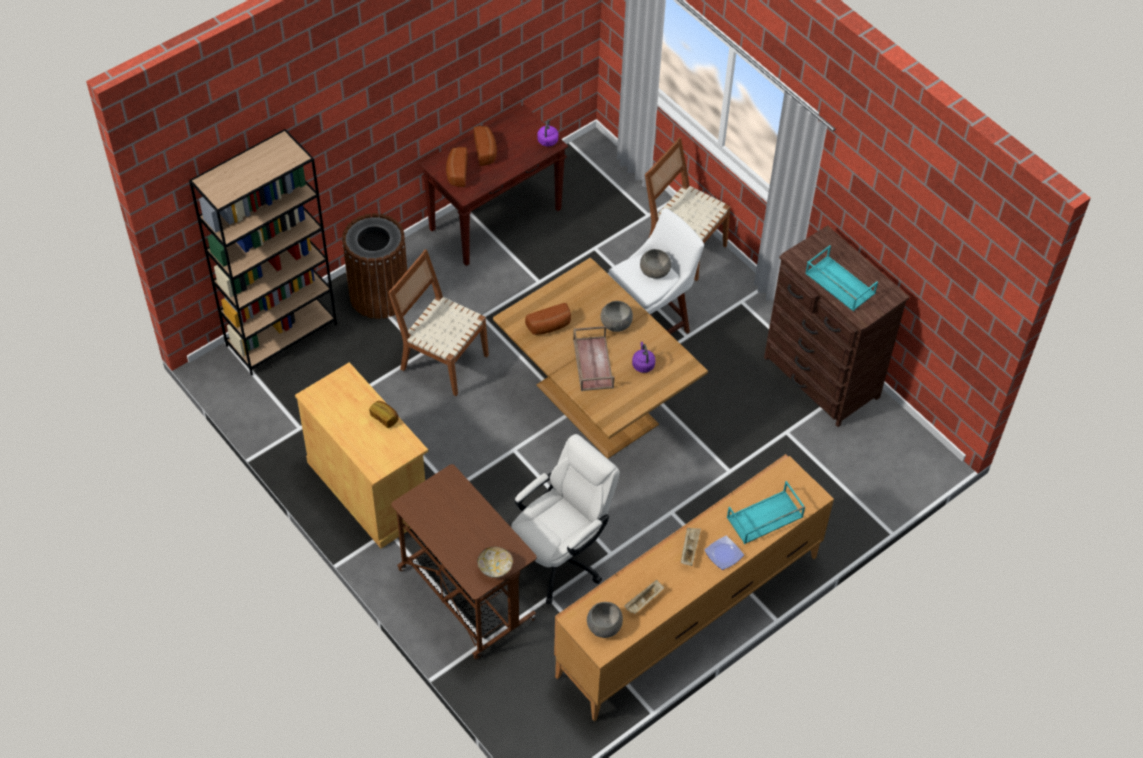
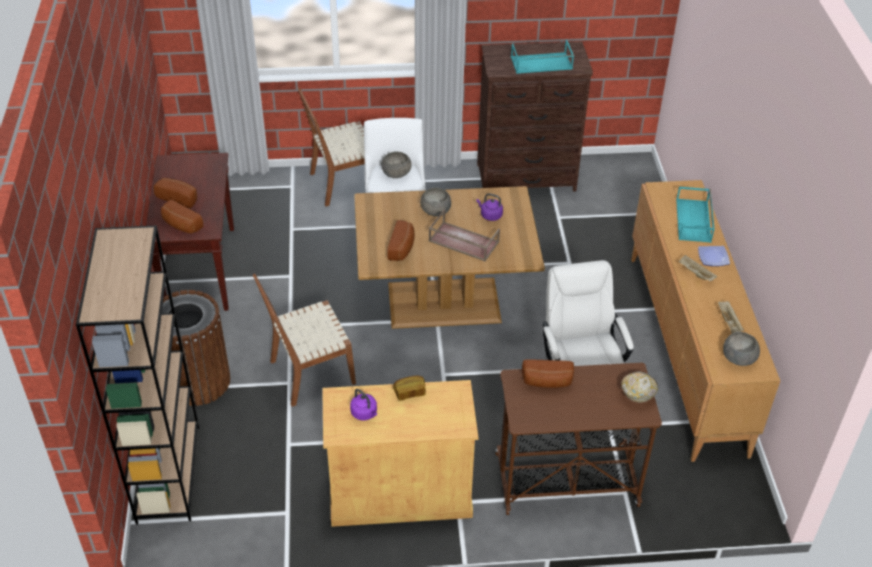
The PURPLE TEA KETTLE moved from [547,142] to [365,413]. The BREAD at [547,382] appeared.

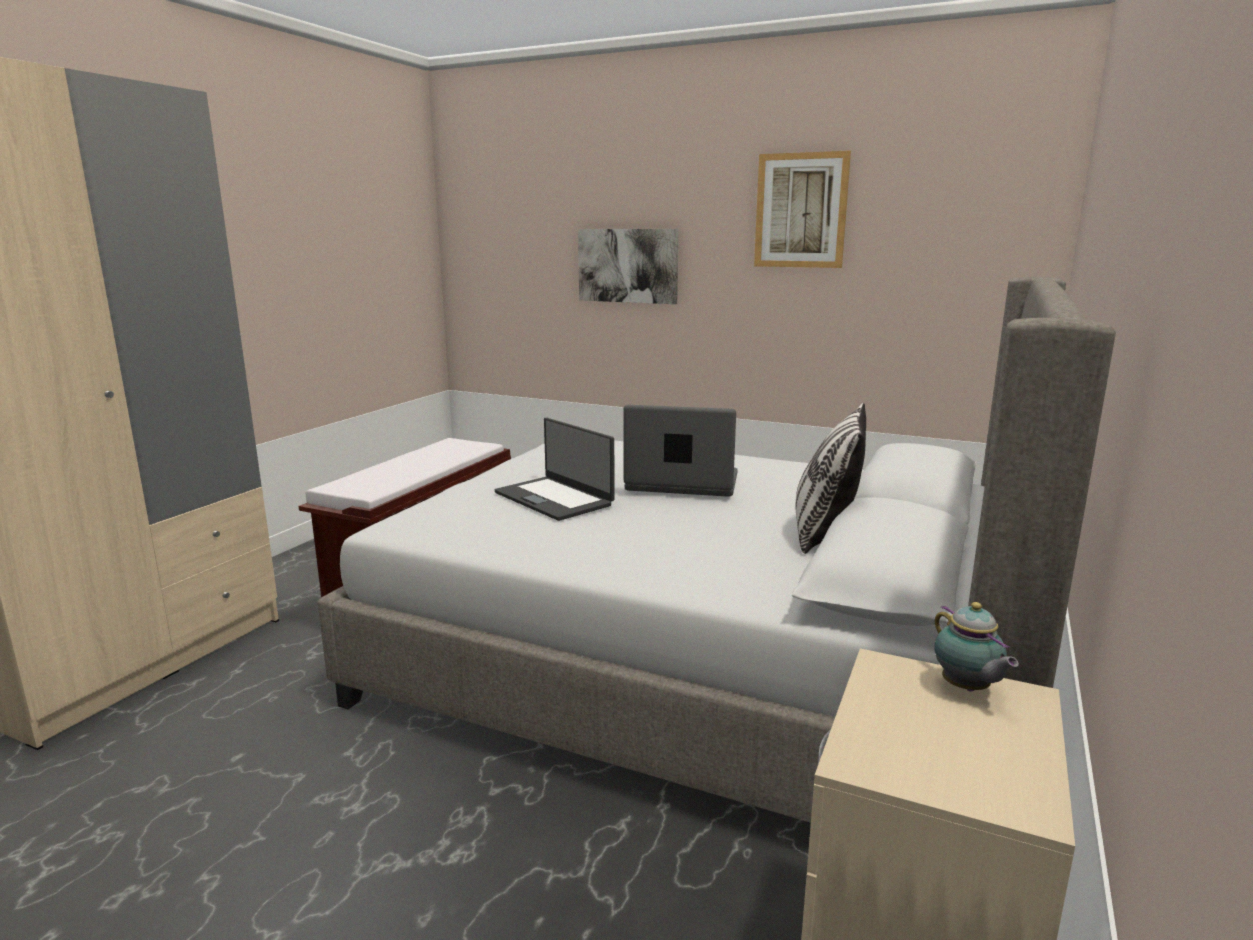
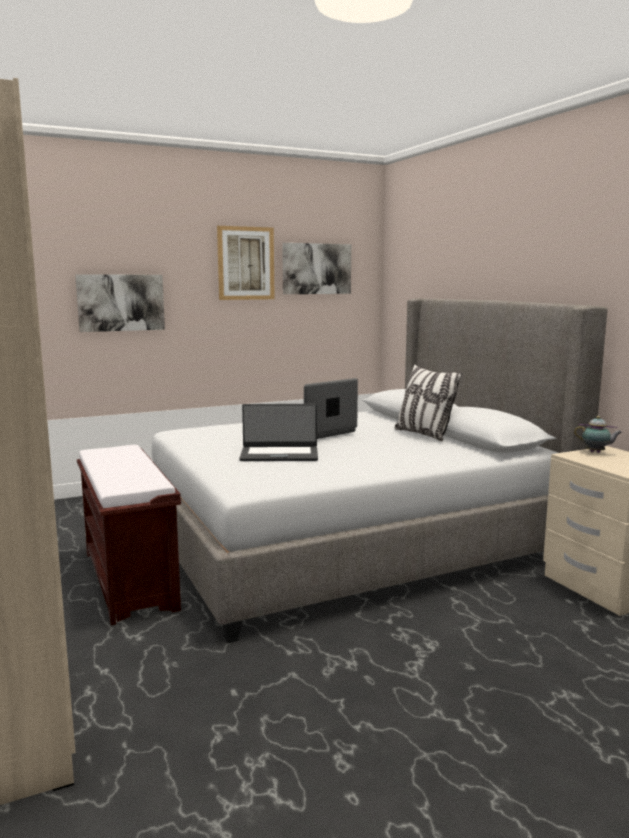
The PICTURE at [316,269] appeared.

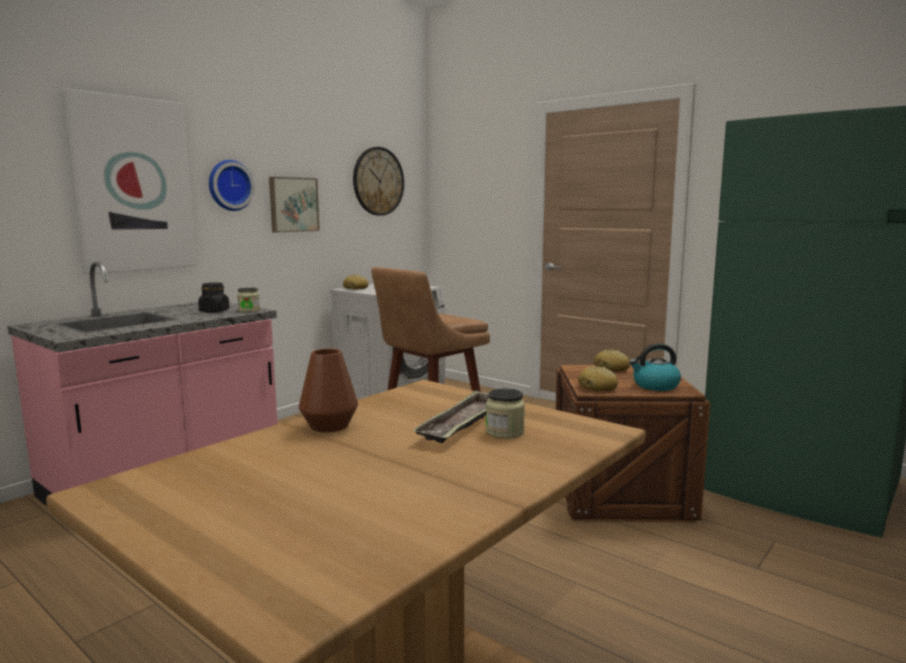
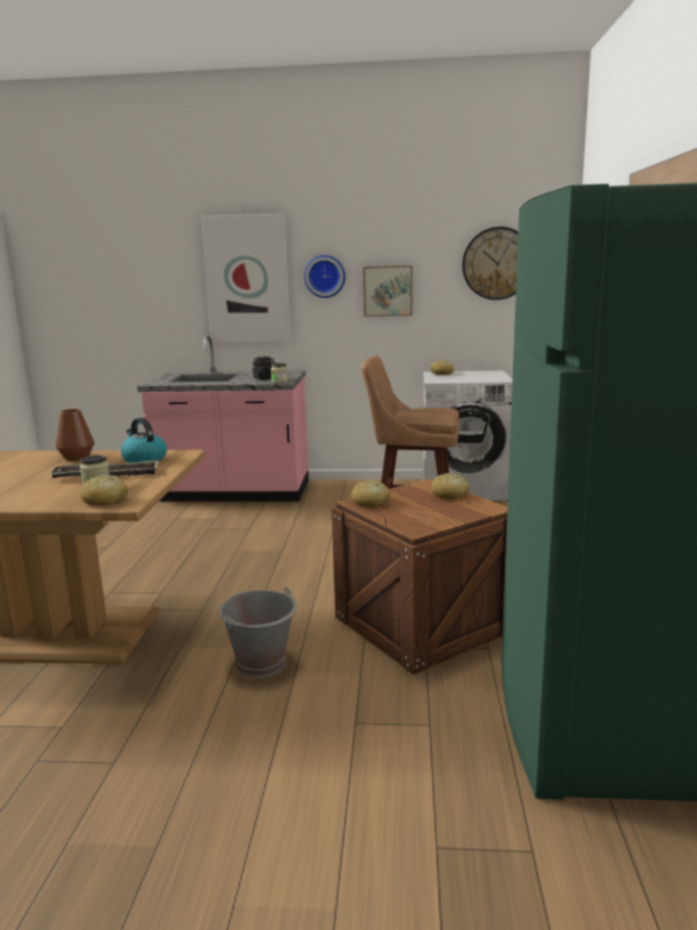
The BREAD at [105,500] appeared. The TEA KETTLE moved from [655,386] to [144,459]. The GRAY WATER BUCKET at [261,663] appeared.

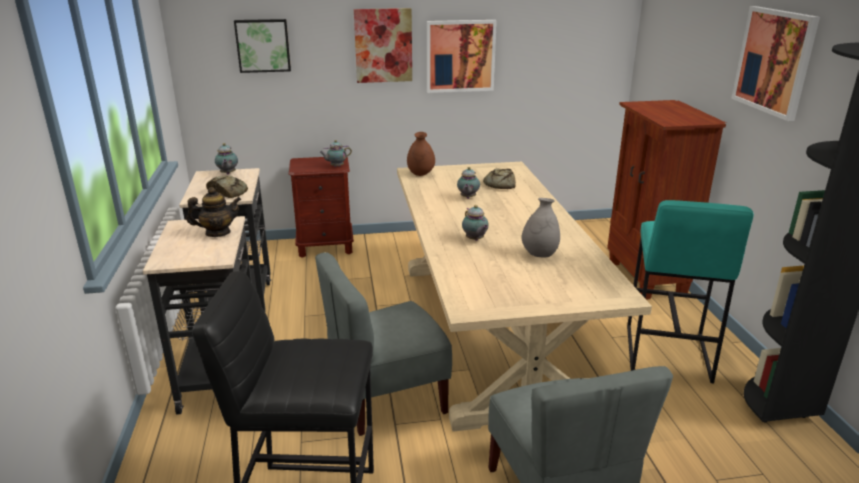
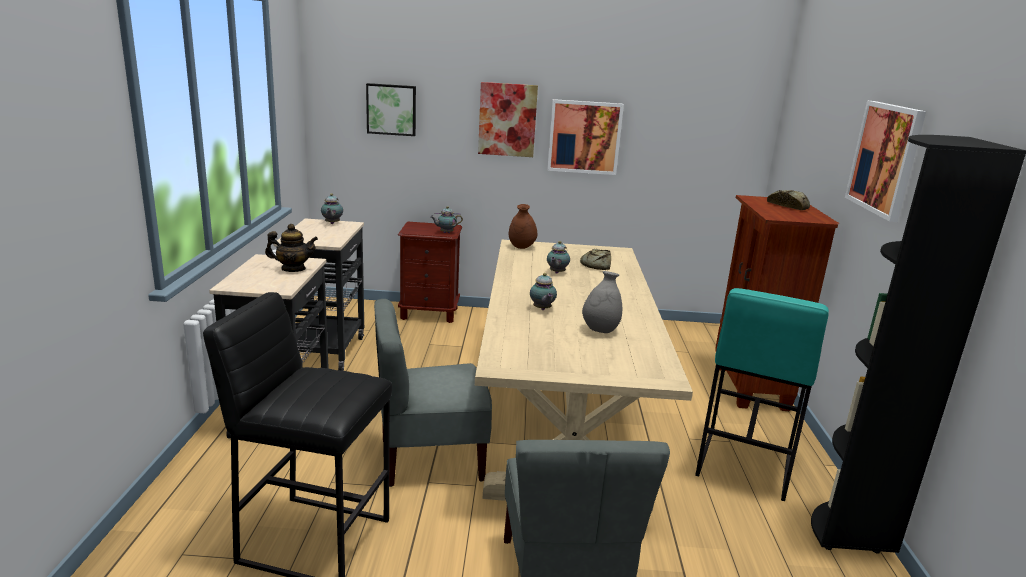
The BREAD moved from [228,192] to [788,206].

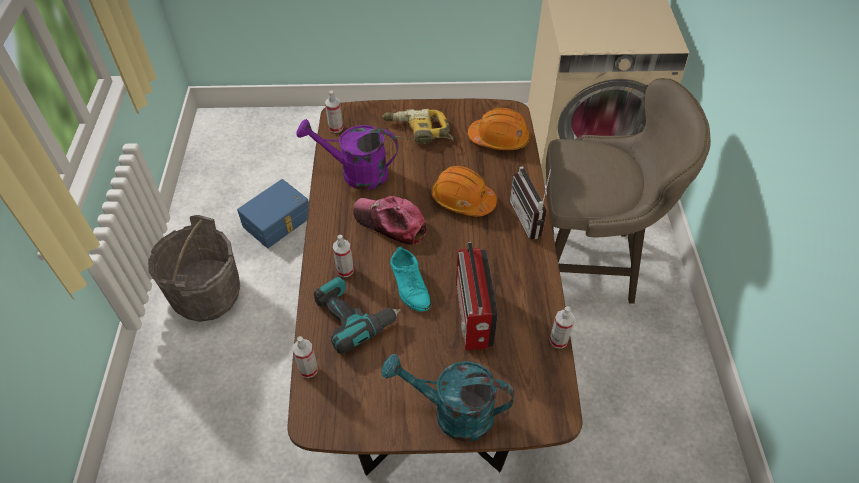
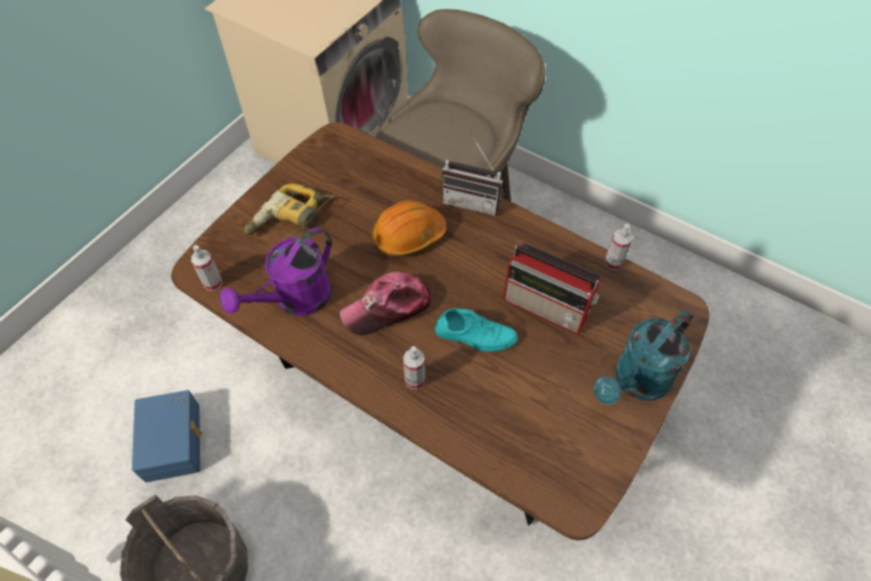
The SPRAY BOTTLE at [308,369] disappeared. The ELECTRIC DRILL at [354,317] disappeared. The ORANGE-COLOURED SAFETY HELMET at [499,139] disappeared.

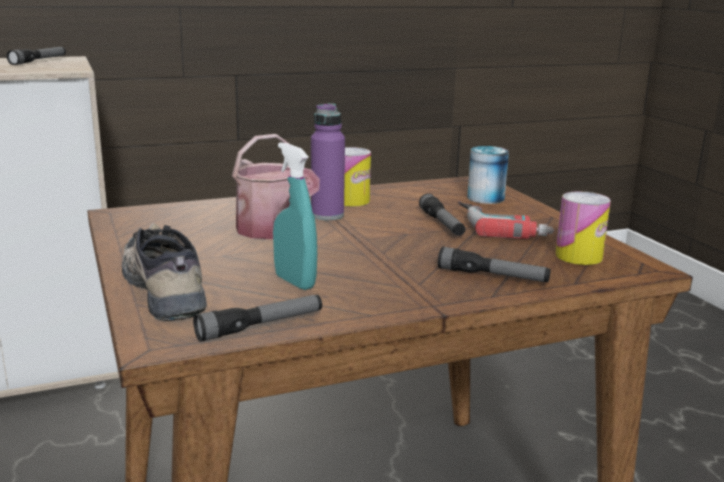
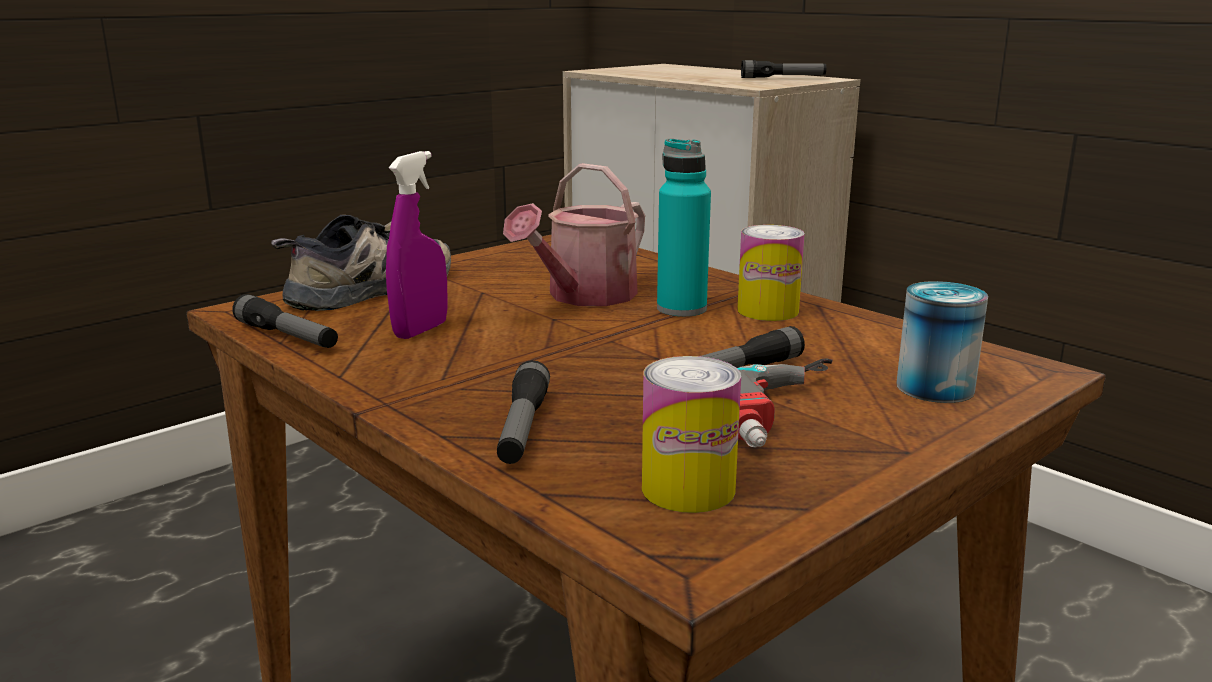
The TURQUOISE SPRAY BOTTLE at [295,282] became the PURPLE SPRAY BOTTLE at [420,330]. The PURPLE BOTTLE at [327,215] became the TURQUOISE BOTTLE at [681,309].

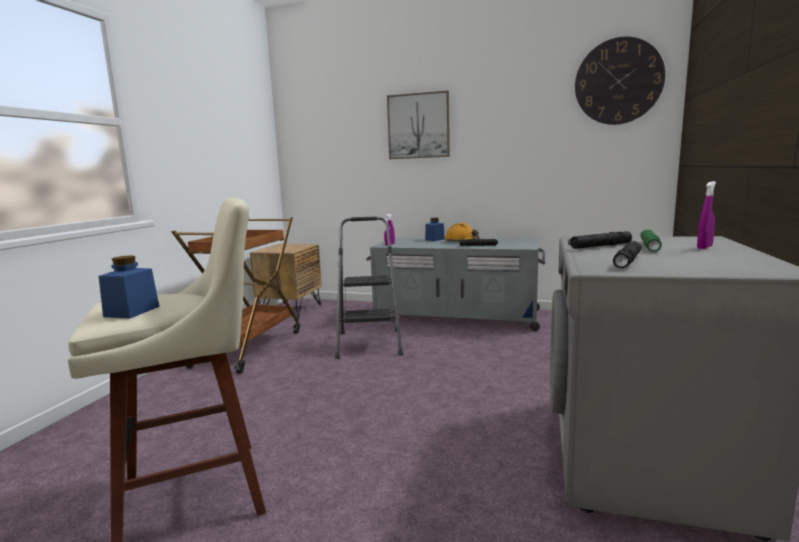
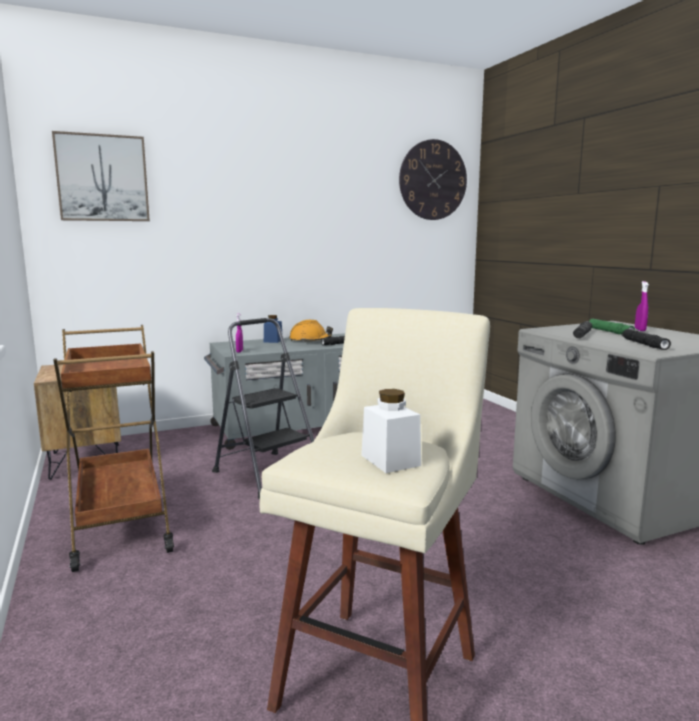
The PICTURE moved from [418,126] to [102,178]. The BLUE JAR at [132,311] became the WHITE-COLOURED JAR at [390,460].

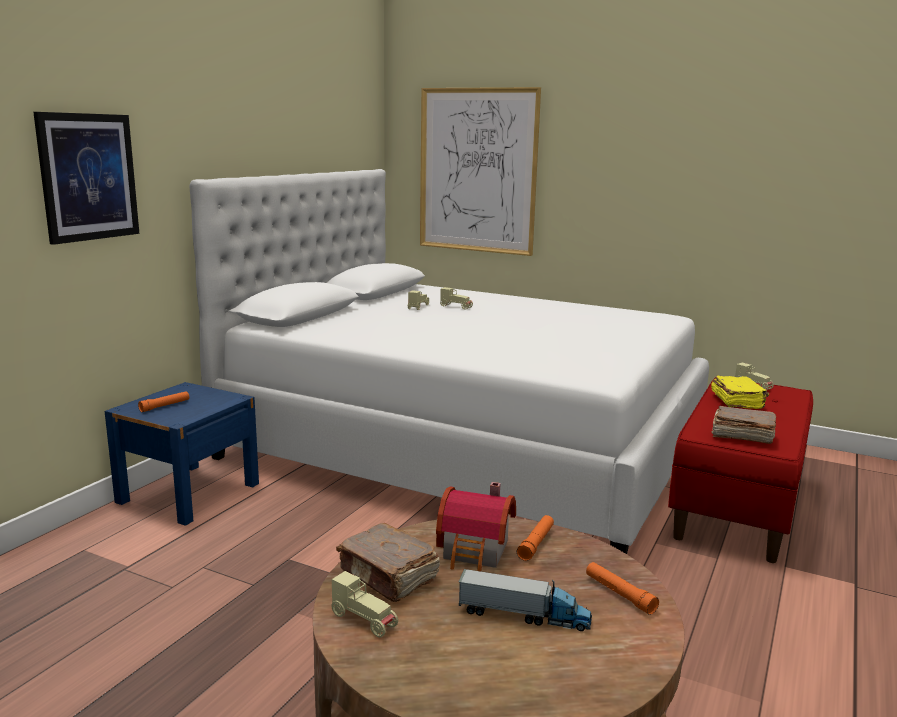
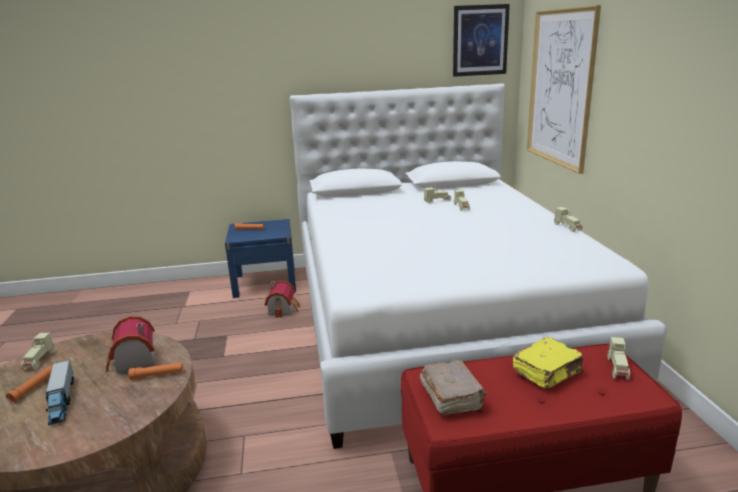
The ORANGE-COLOURED HAND TORCH moved from [619,594] to [34,387]. The MODEL HOUSE at [283,309] appeared. The PICTURE moved from [88,177] to [480,40]. The BEIGE MINIATURE CAR at [567,227] appeared. The BROWN BOUND BOOK at [389,576] disappeared.

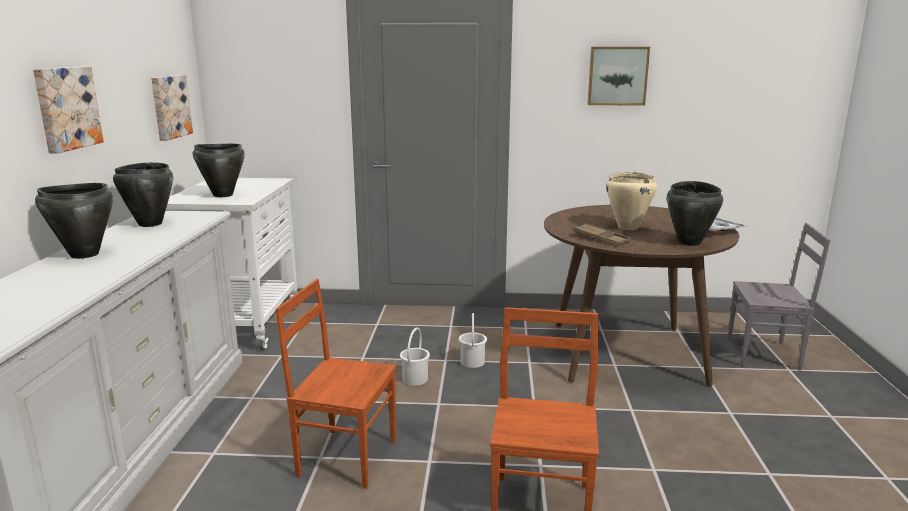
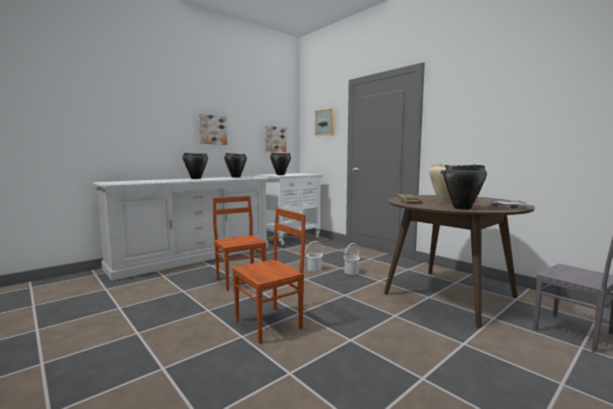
The PICTURE moved from [617,76] to [325,122].

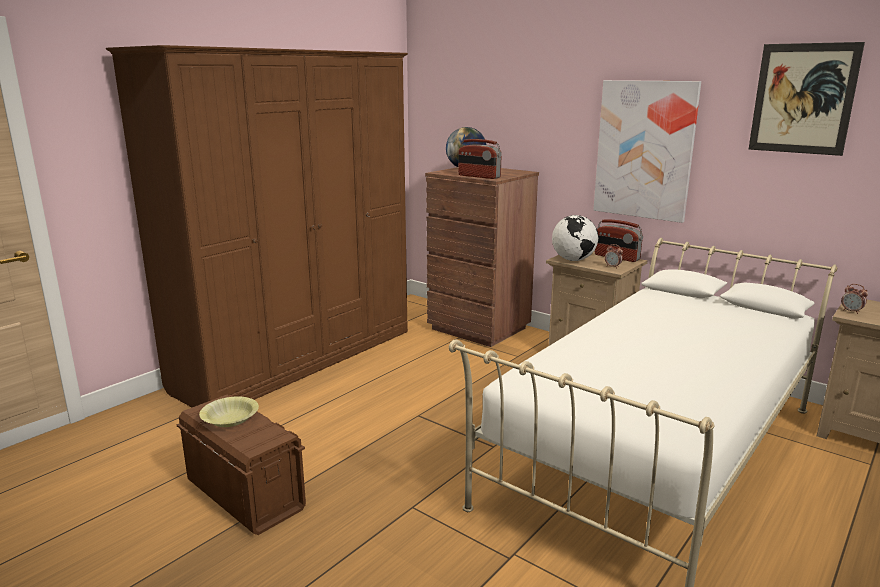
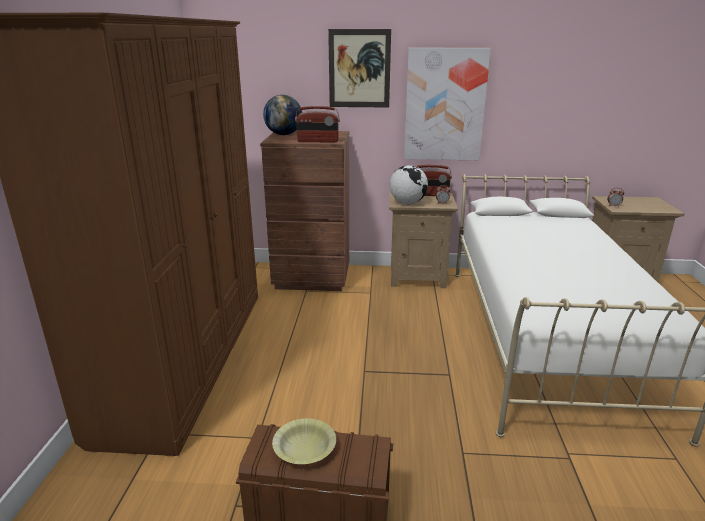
The PICTURE moved from [803,99] to [359,69].

